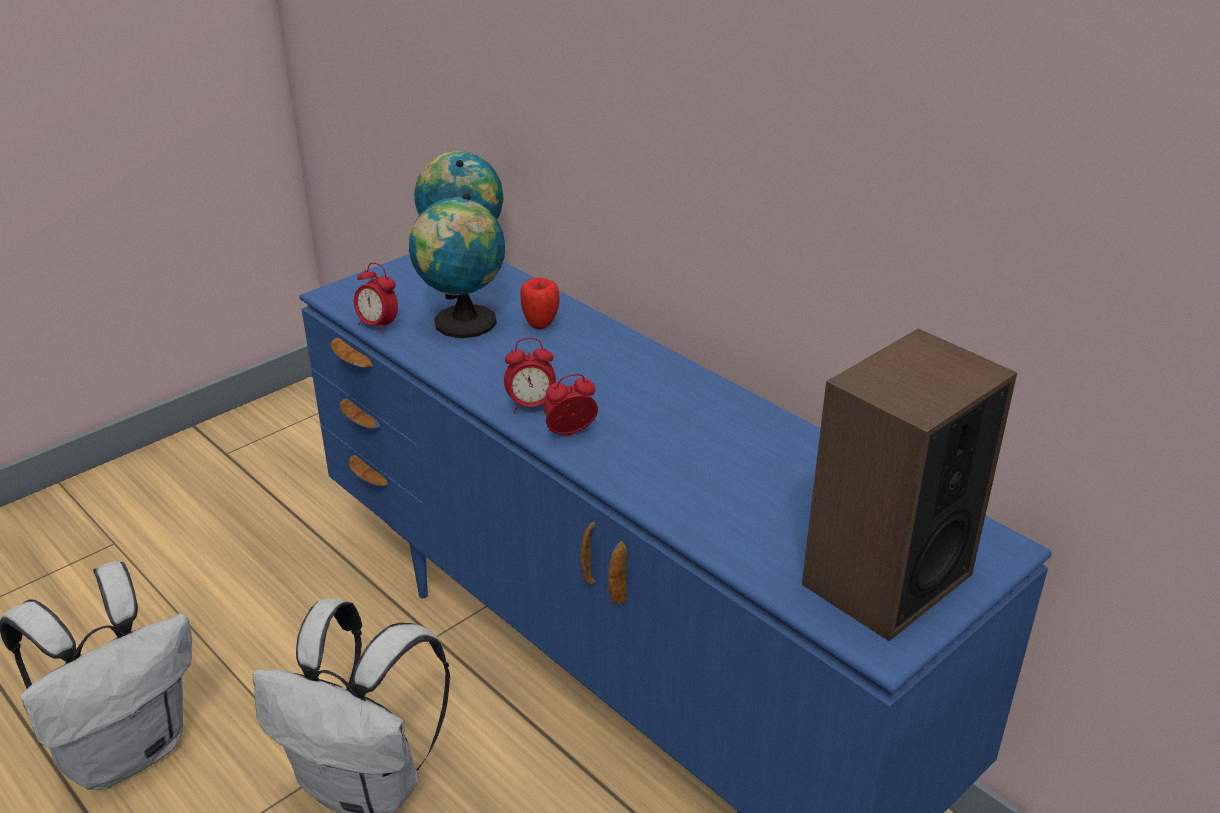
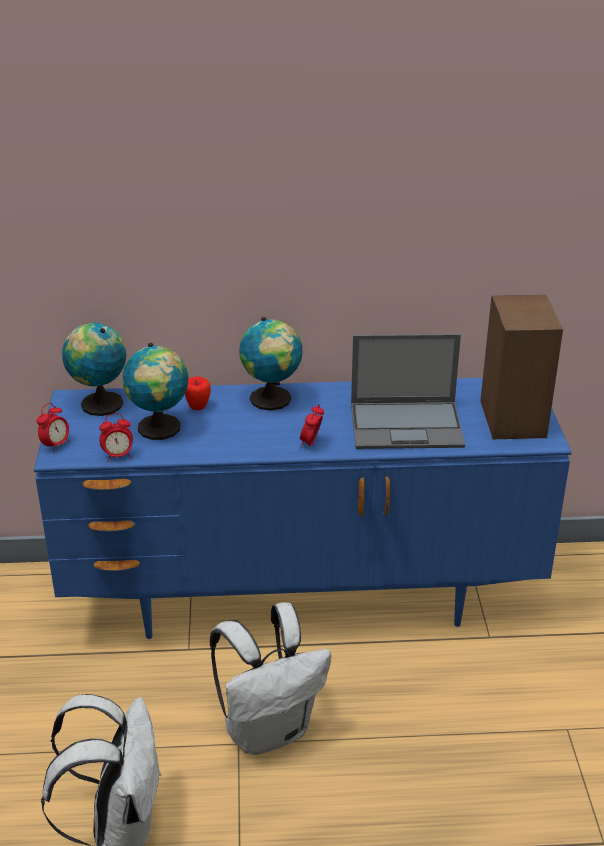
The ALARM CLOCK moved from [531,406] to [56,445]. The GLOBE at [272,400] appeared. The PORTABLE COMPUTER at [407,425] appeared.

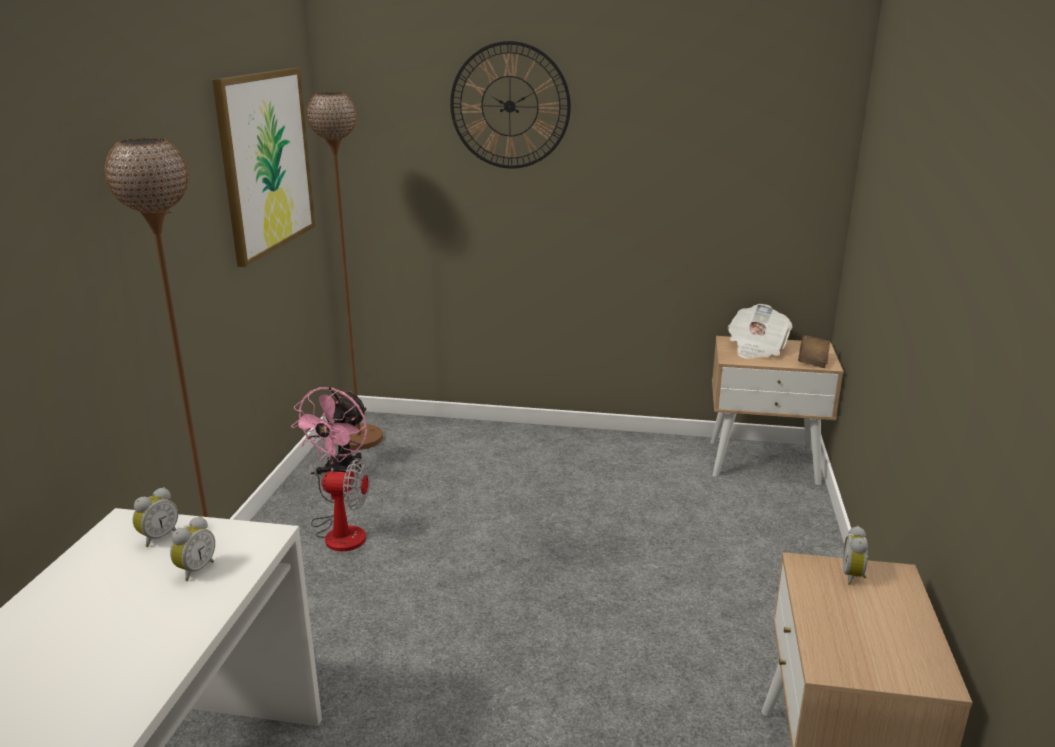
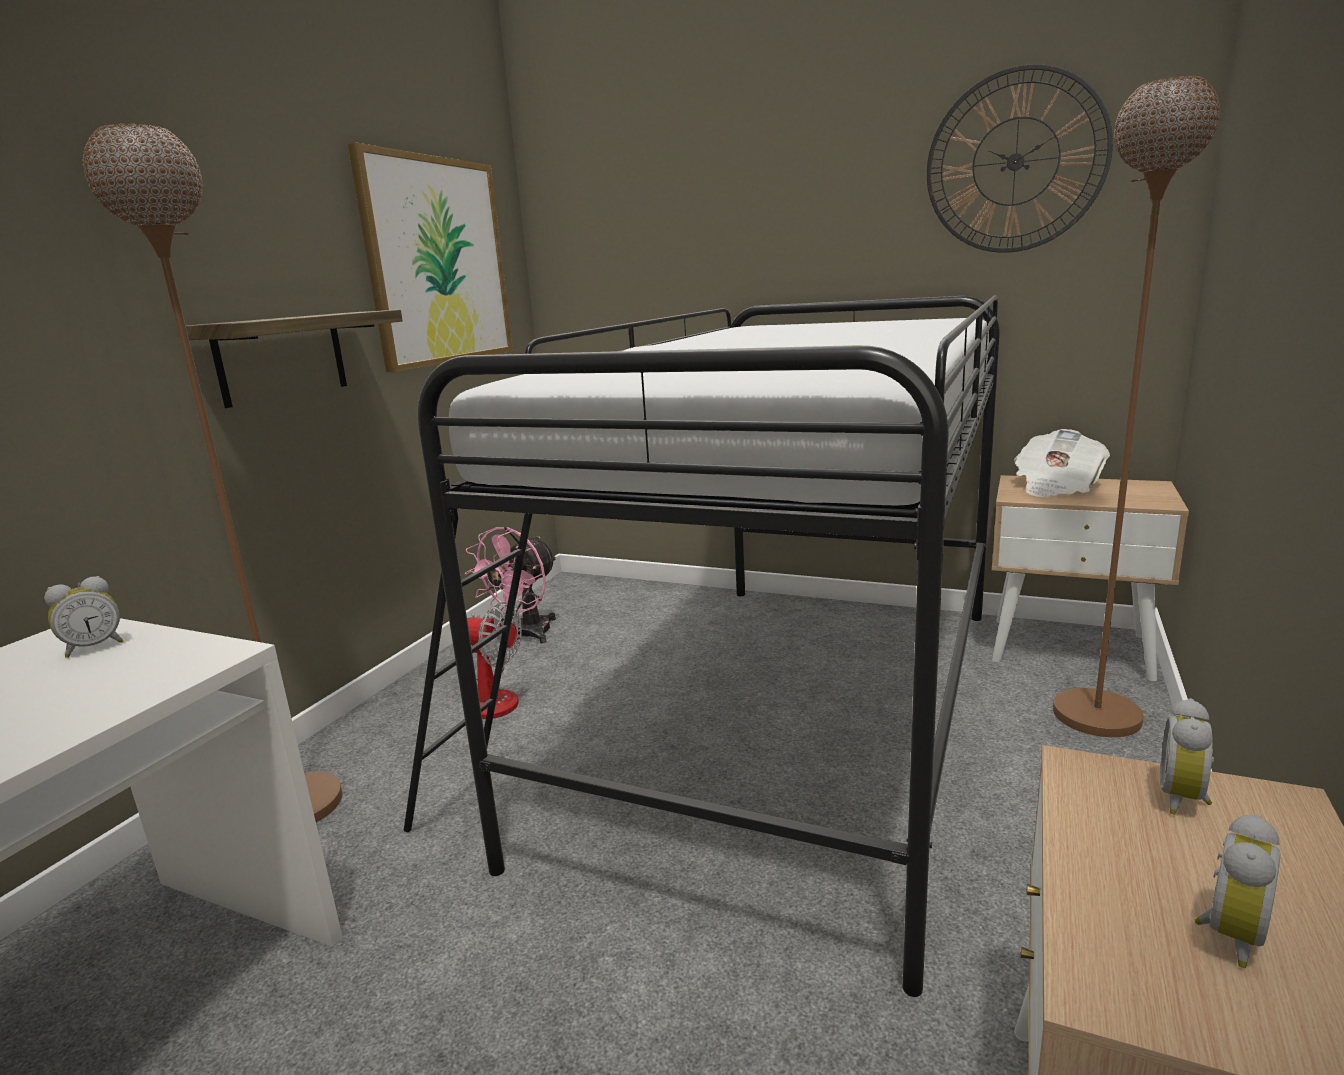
The WALL SHELF at [282,357] appeared. The BLACK-COLOURED BED at [784,718] appeared. The WALL CLOCK moved from [510,106] to [1015,162]. The BROWN STANDING LAMP moved from [358,439] to [1095,716]. The ALARM CLOCK moved from [195,570] to [1227,934]. The BROWN BOUND BOOK at [812,361] disappeared.

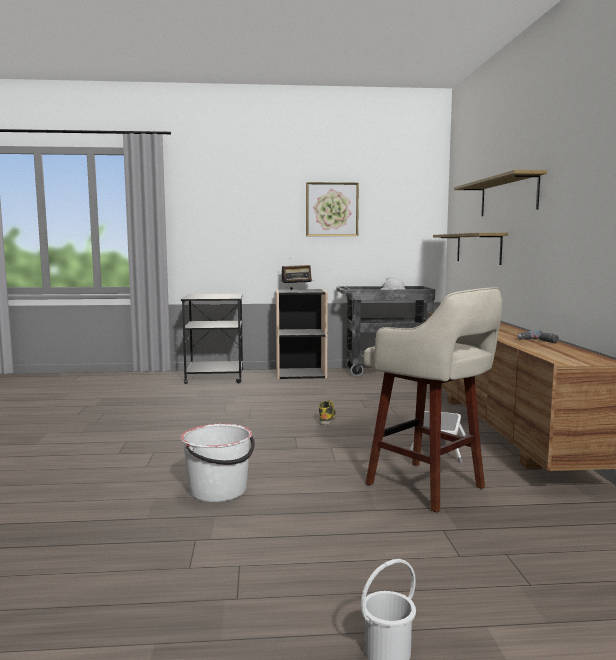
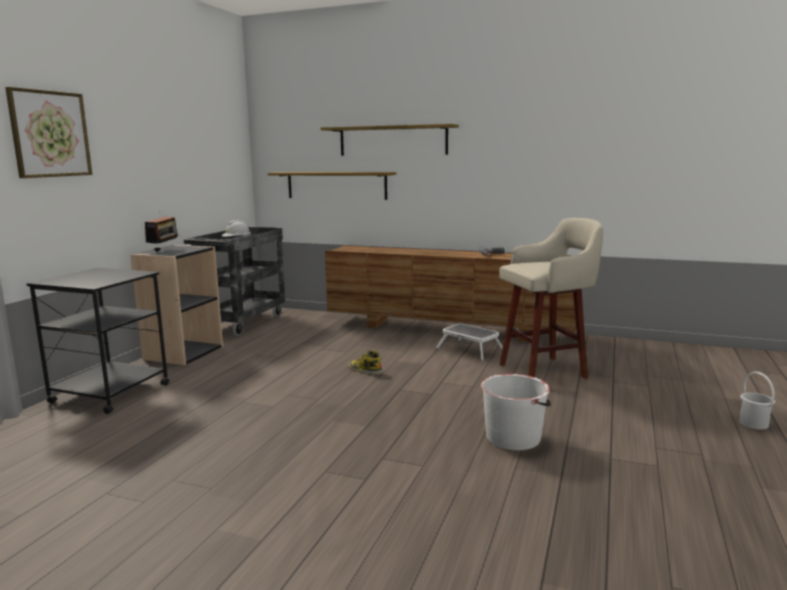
The PICTURE moved from [332,209] to [50,134].

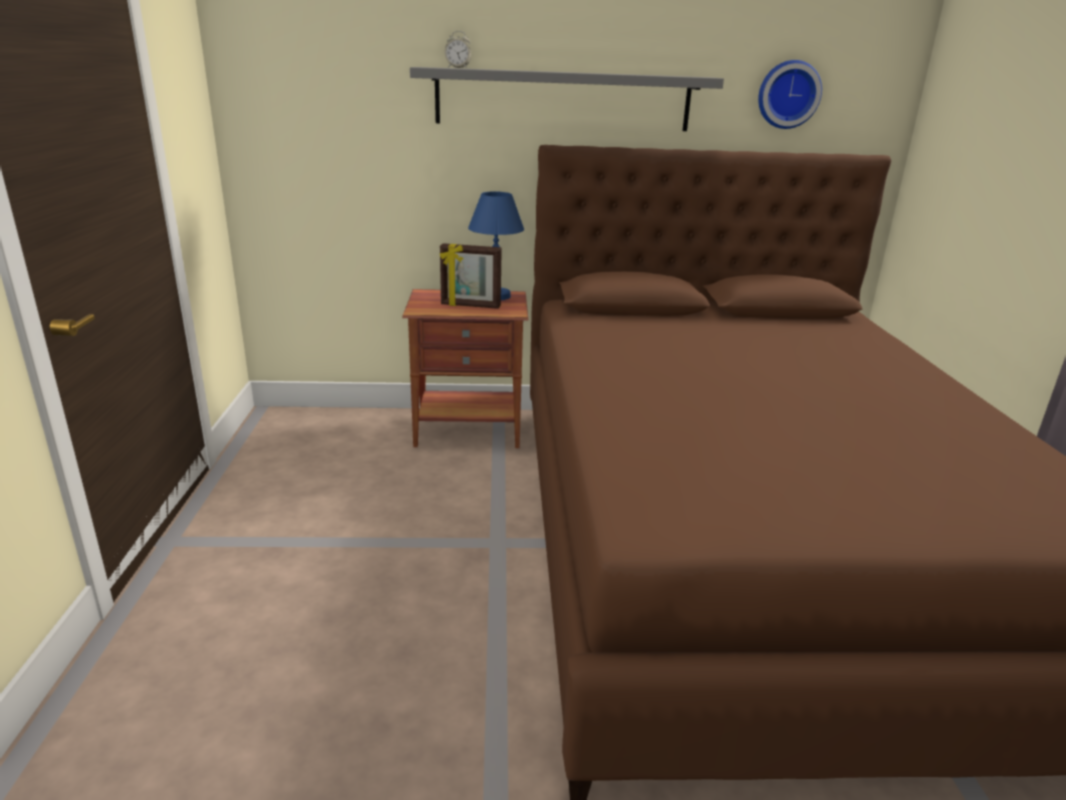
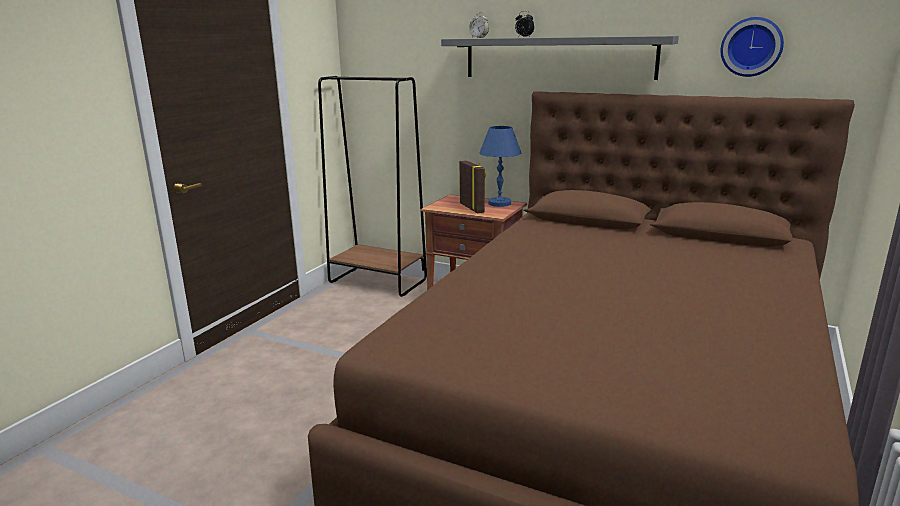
The GARMENT STAND at [378,282] appeared. The STANDING FRAME at [470,306] turned 150 degrees counterclockwise. The ALARM CLOCK at [523,37] appeared.

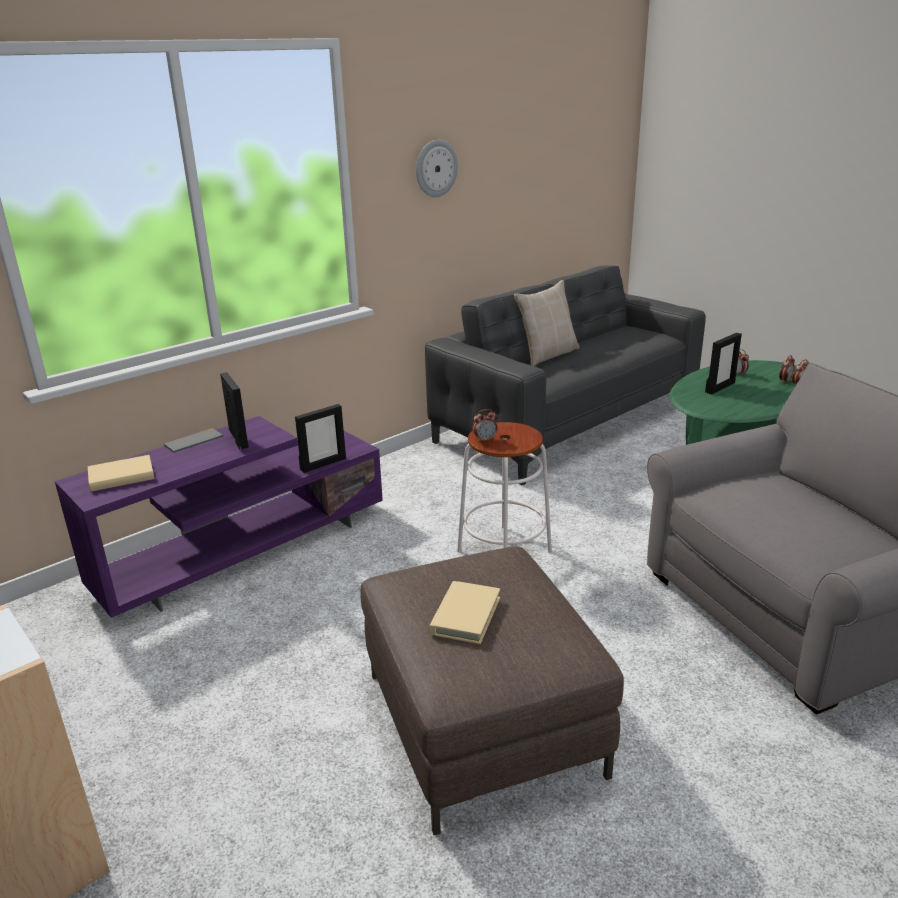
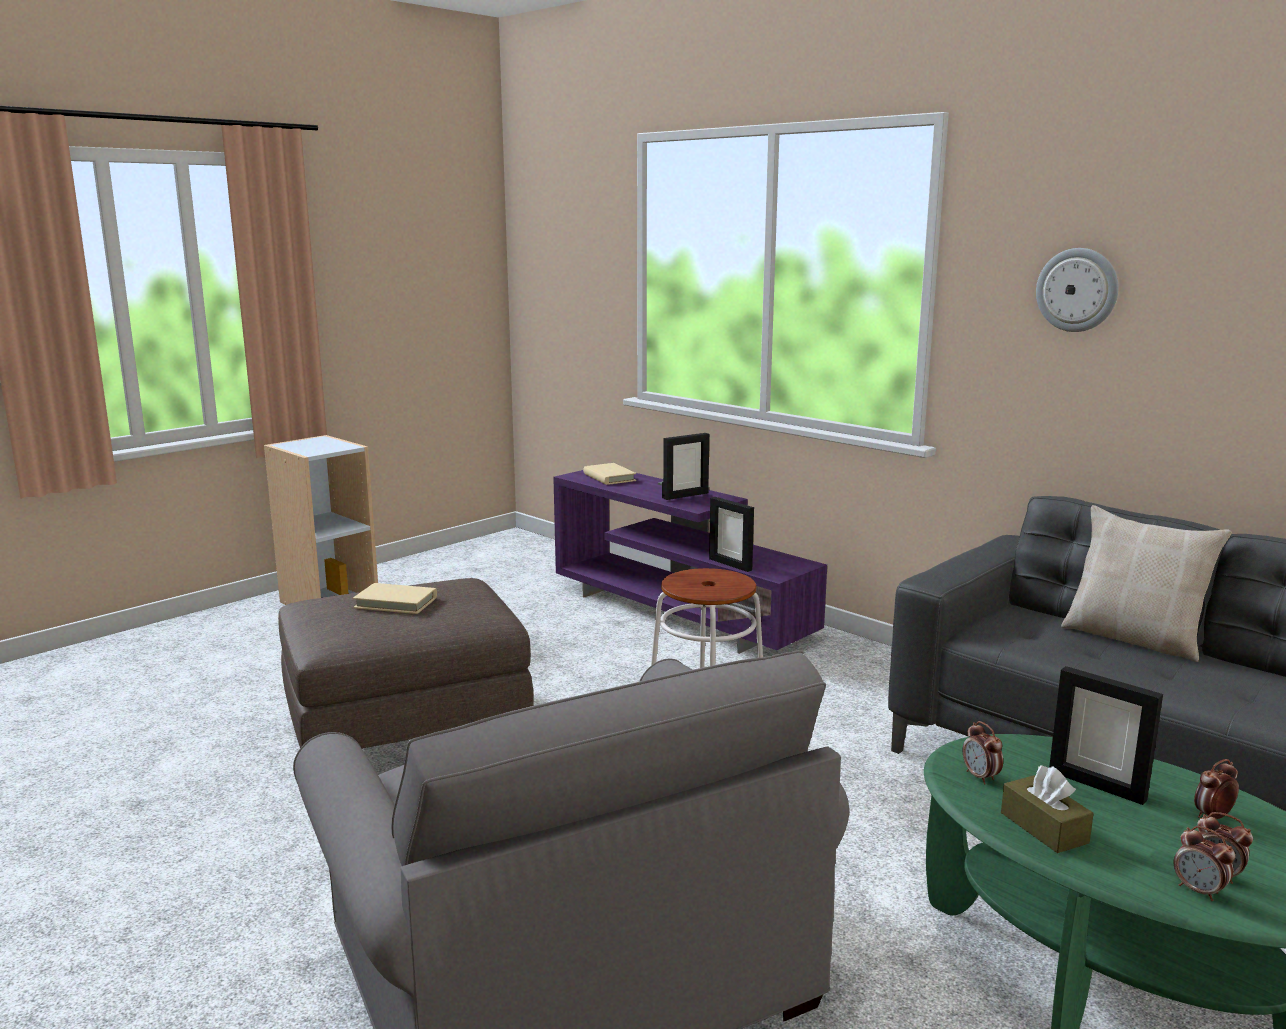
The ALARM CLOCK moved from [485,440] to [980,777]. The BROWN BOX OF TISSUES at [1044,828] appeared.

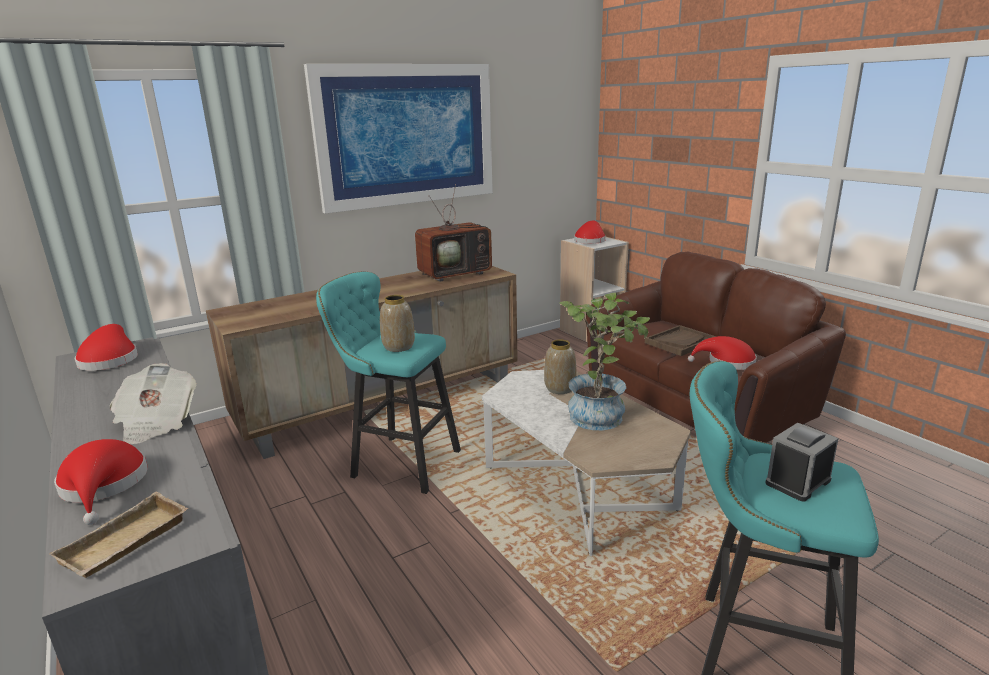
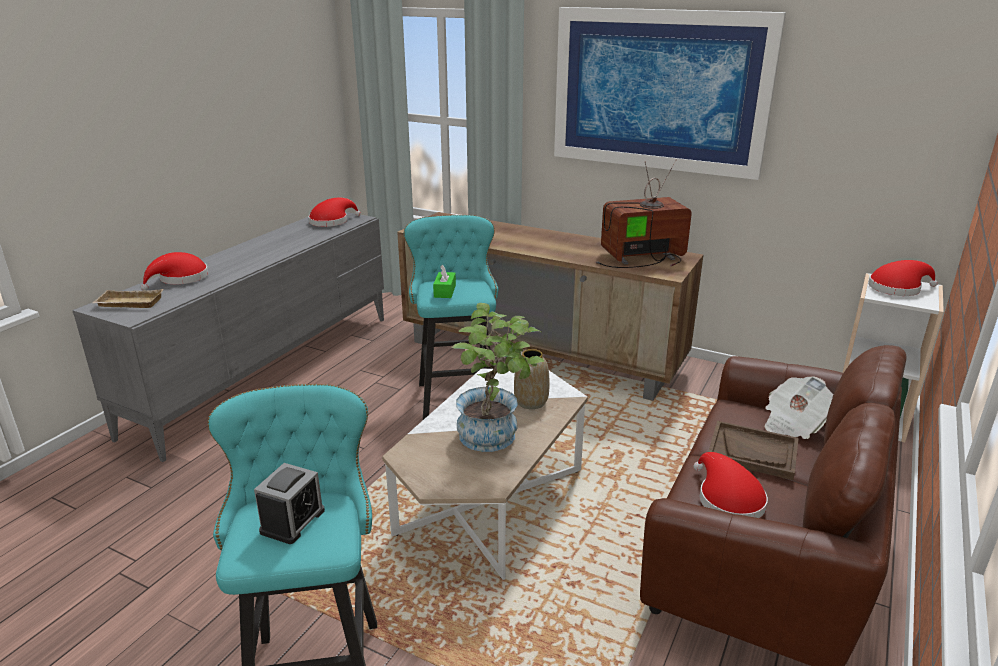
The ALARM CLOCK at [798,482] turned 90 degrees clockwise. The FLOWER VASE at [399,347] was replaced by the GREEN-COLOURED BOX OF TISSUES at [445,291]. The TV at [456,273] turned 135 degrees clockwise. The DAILY PAPER moved from [156,422] to [794,423].

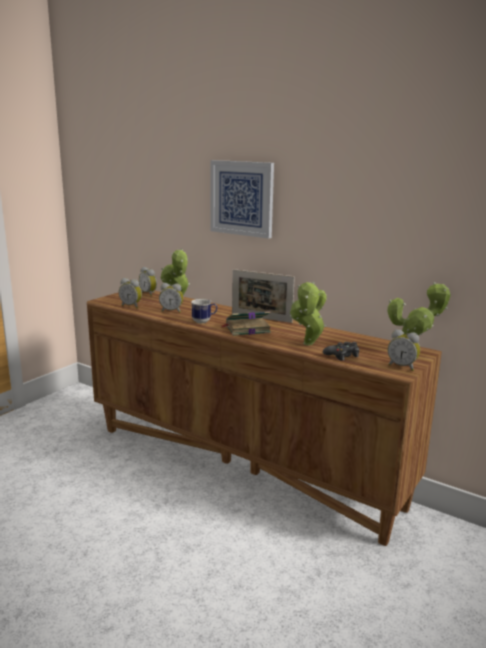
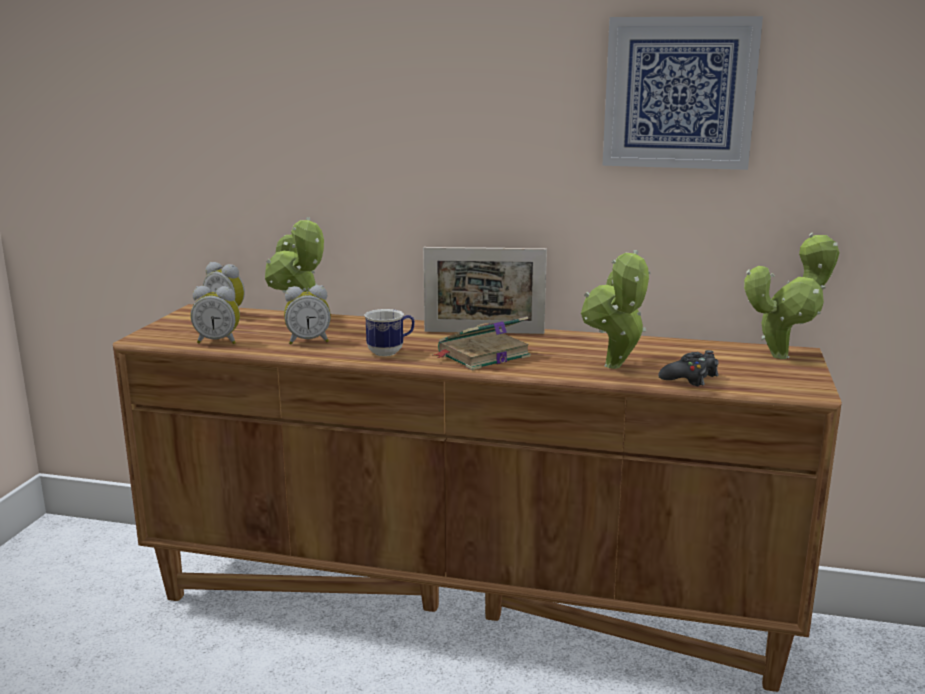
The PICTURE moved from [242,198] to [679,93]. The ALARM CLOCK at [402,366] disappeared.

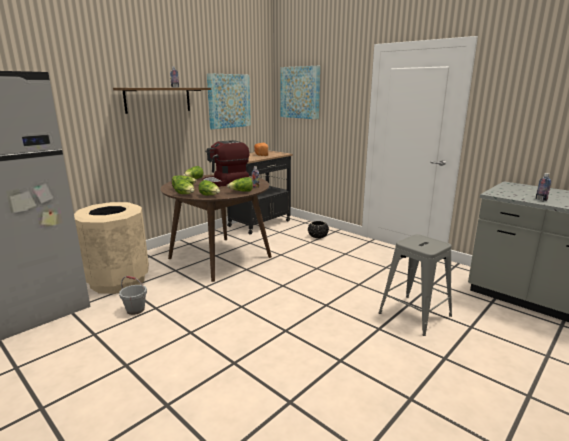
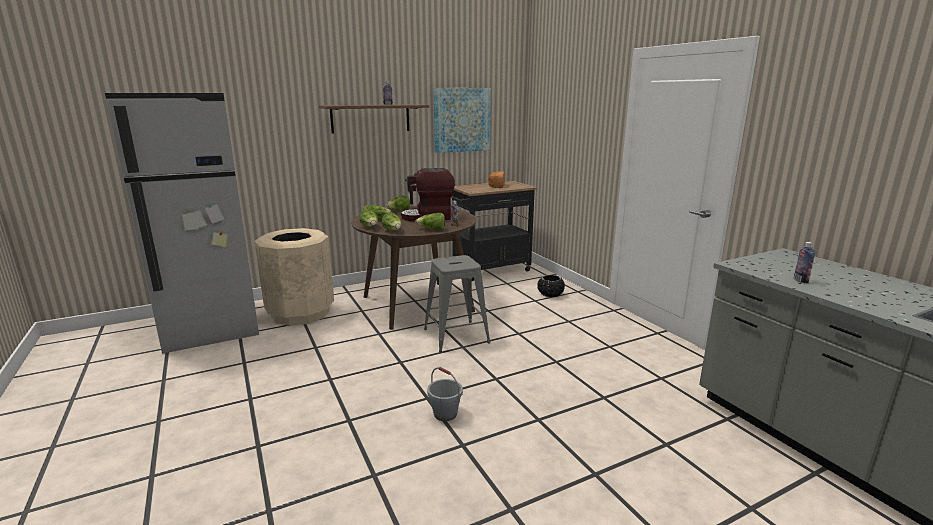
The GRAY STOOL SEAT moved from [414,314] to [456,336]. The GRAY WATER BUCKET moved from [135,310] to [445,414]. The PICTURE at [300,92] disappeared.

